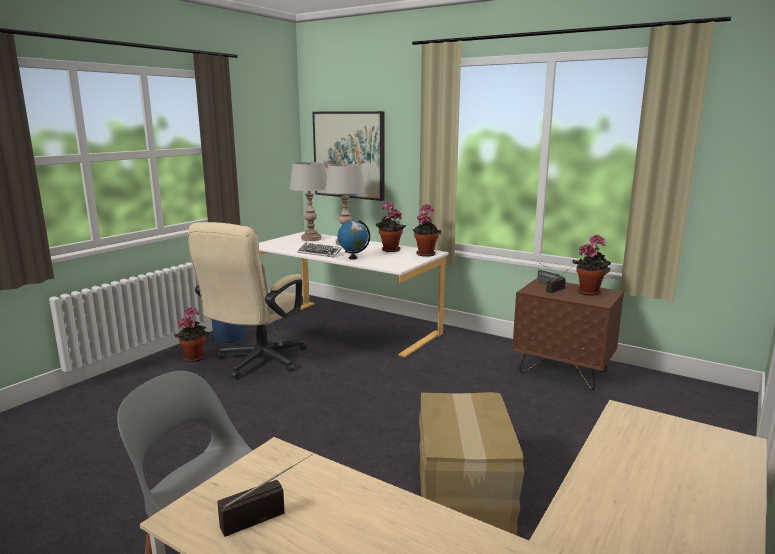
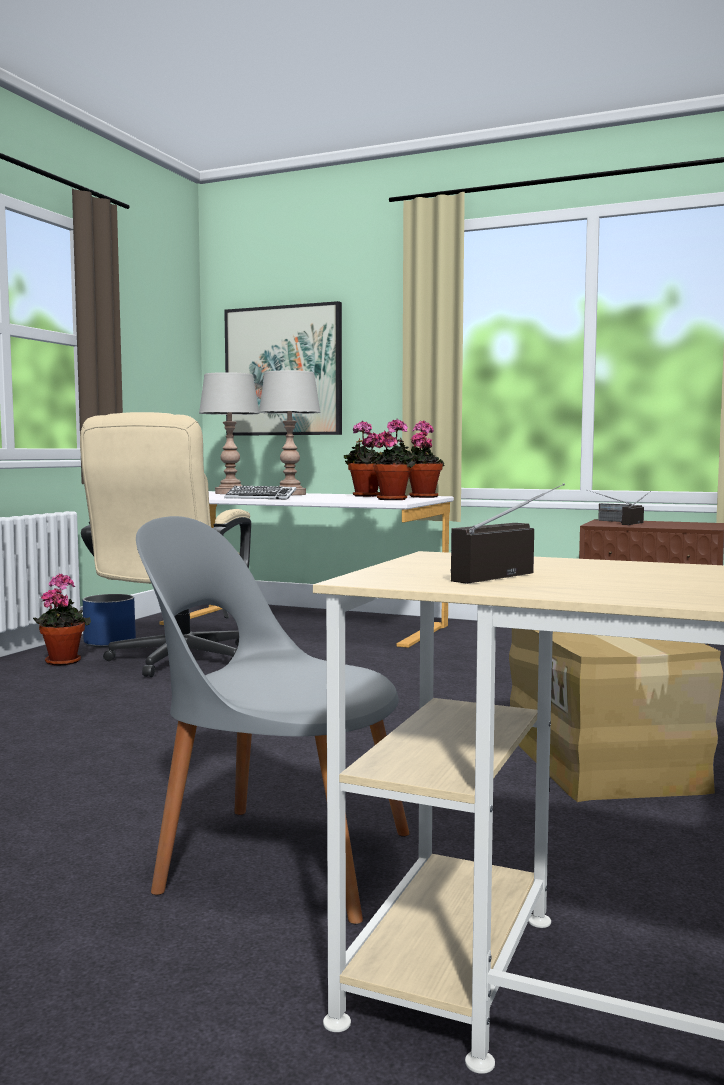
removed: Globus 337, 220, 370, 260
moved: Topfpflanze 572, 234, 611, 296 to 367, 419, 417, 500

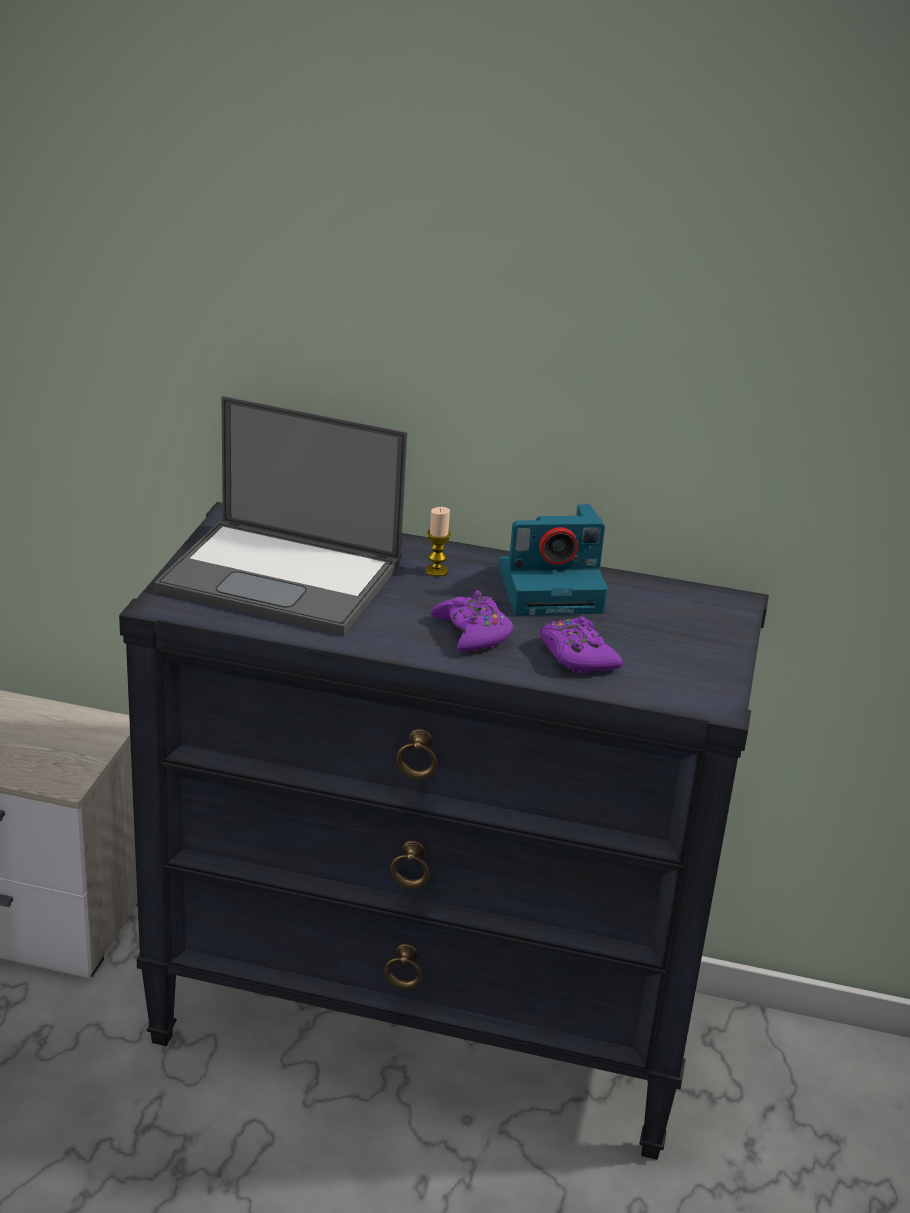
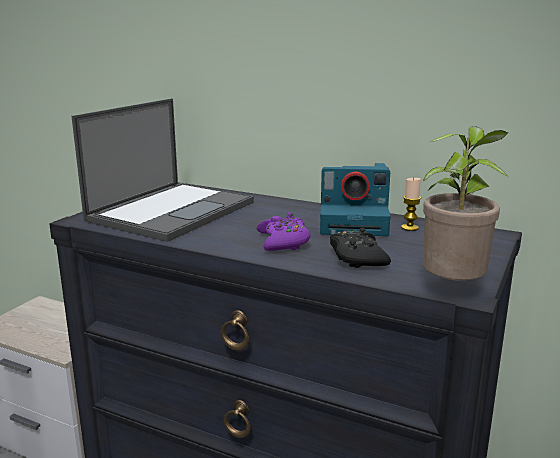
added: Topfpflanze 423, 126, 508, 281
moved: Kerze 425, 507, 451, 577 to 401, 177, 421, 231
recoloured: Gamepad (lila) 540, 616, 623, 673 to Gamepad (schwarz) 330, 228, 391, 268
turned: Laptop 154, 396, 408, 635 = 72, 98, 254, 242 90 degrees counterclockwise

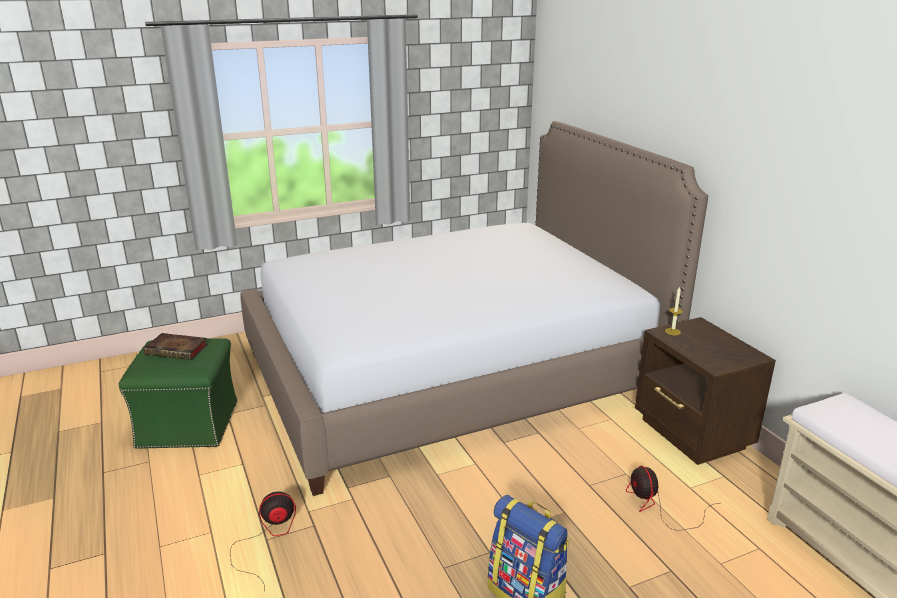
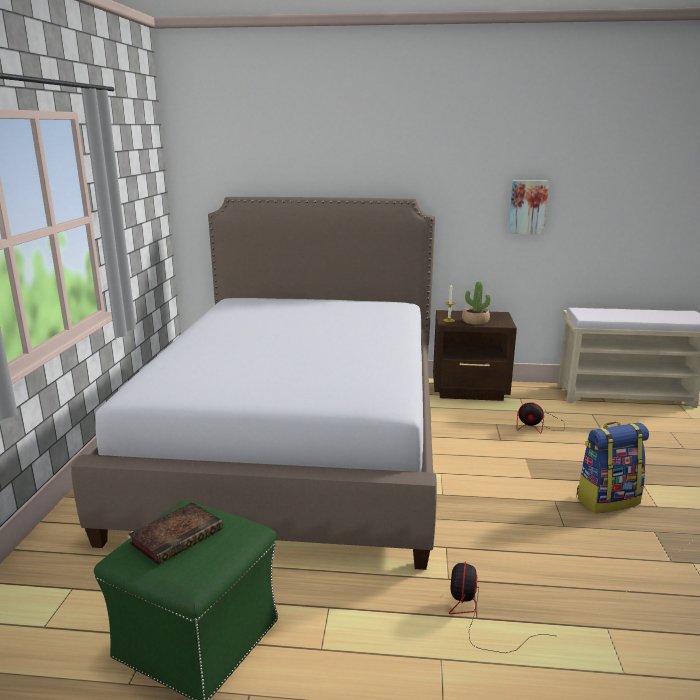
added: Topfpflanze 462, 281, 490, 325; Bild 508, 180, 549, 234

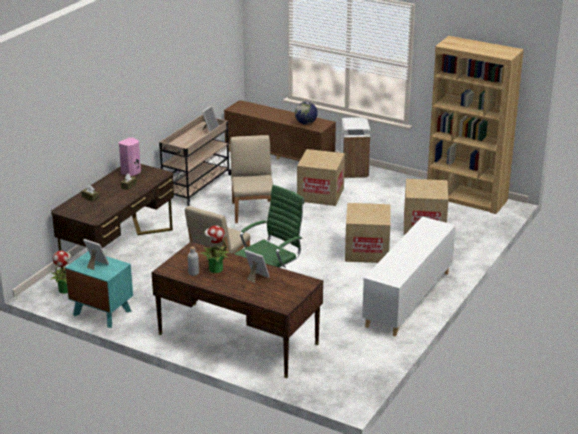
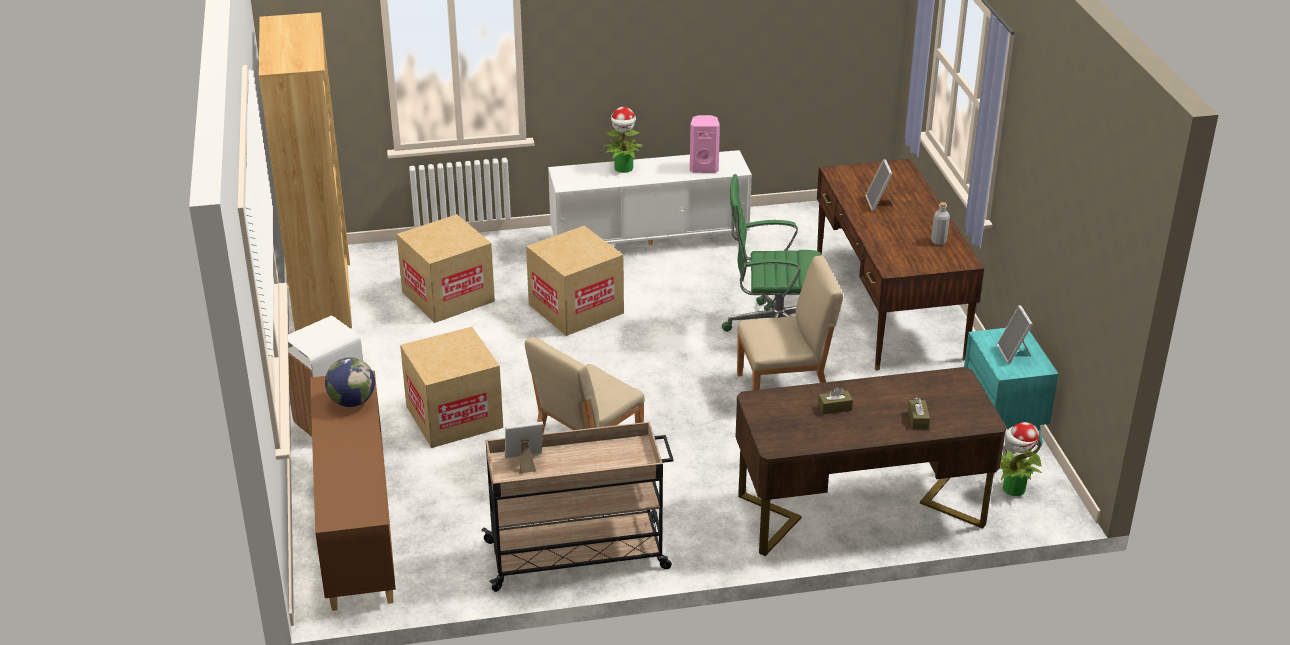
moved: Topfpflanze 200, 225, 230, 273 to 604, 107, 642, 173; Lautsprecher (rosa) 119, 137, 141, 176 to 690, 115, 720, 173

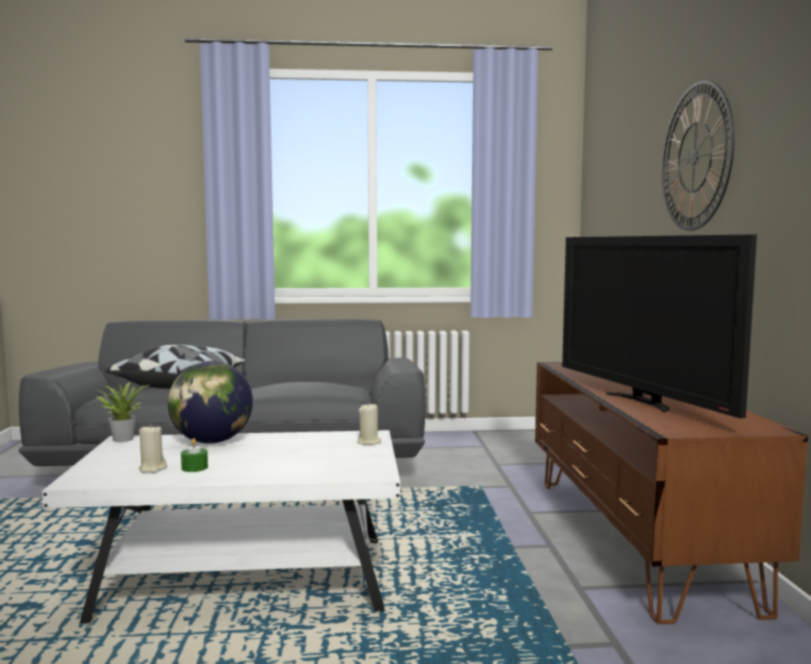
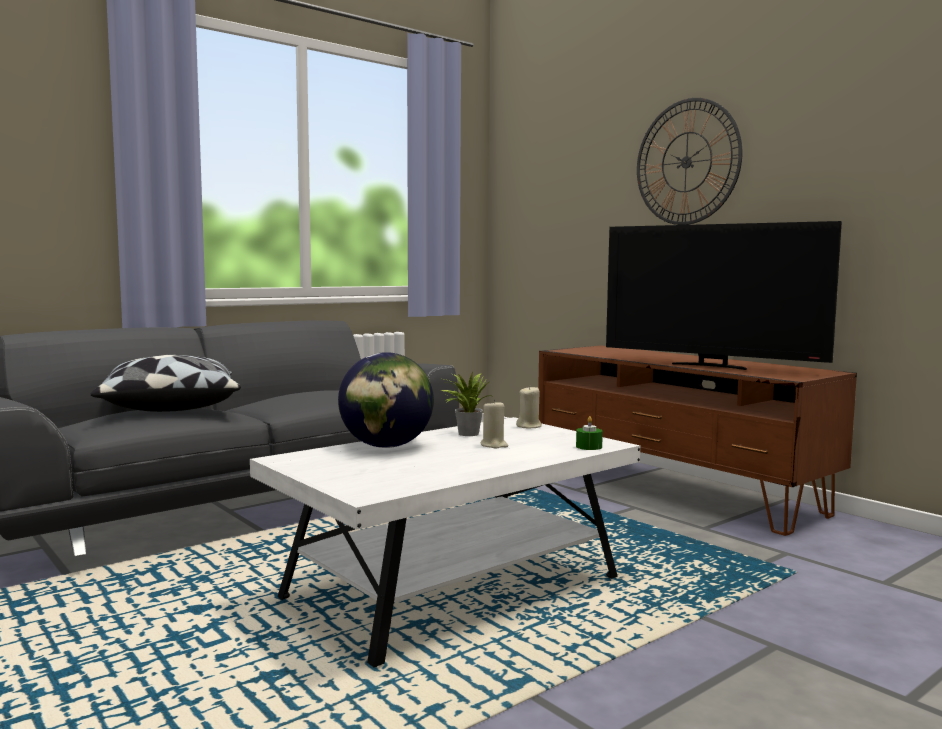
moved: Topfpflanze 97, 383, 149, 442 to 441, 372, 491, 436; Kerze (beige) 138, 424, 167, 473 to 481, 400, 508, 448; Kerze (grün) 181, 438, 208, 472 to 576, 416, 603, 450

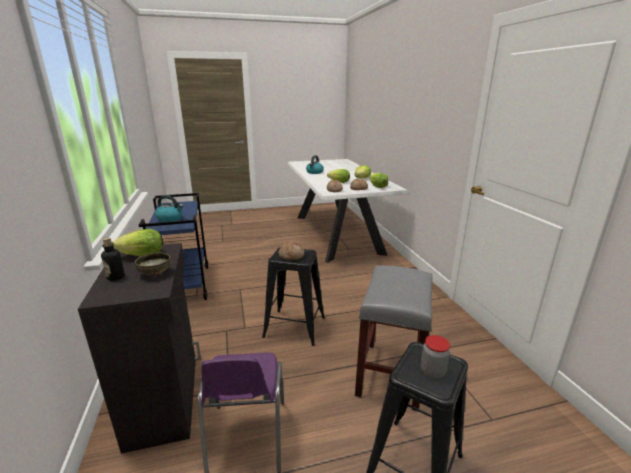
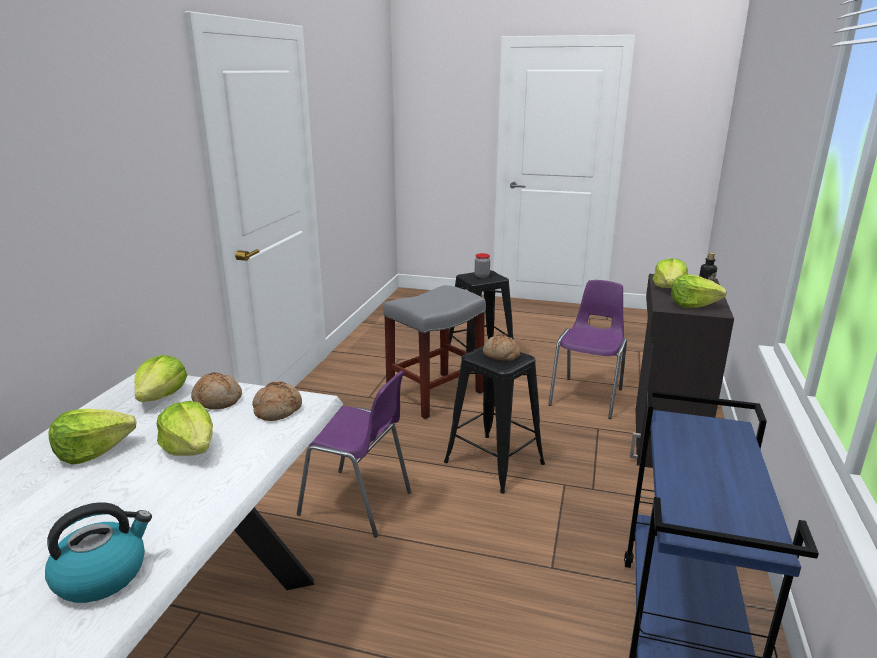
removed: Wasserkessel 155, 195, 183, 222
added: Stuhl (lila) 297, 371, 411, 538
replaced: Schüssel 135, 253, 171, 276 to Salatkopf 653, 258, 688, 288

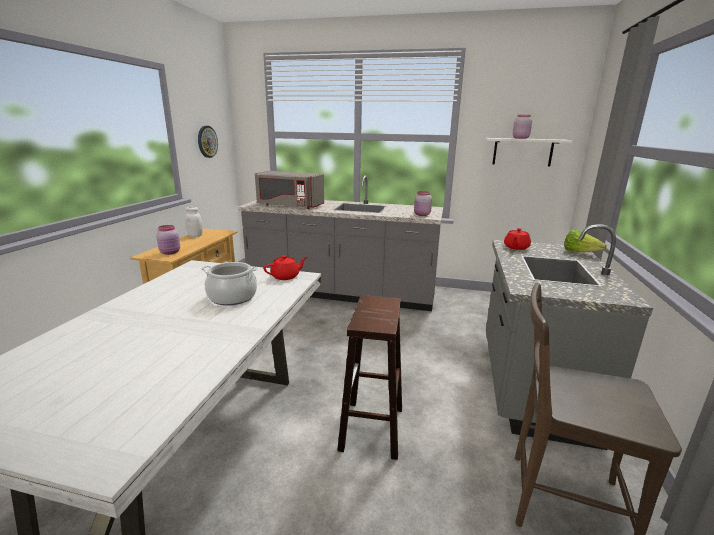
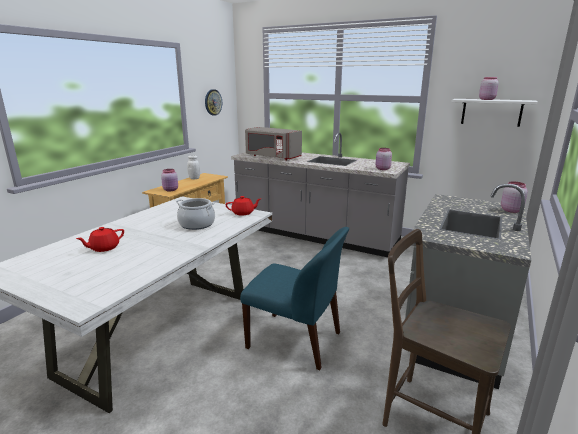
moved: Teekanne (rot) 504, 228, 531, 250 to 76, 227, 124, 252
replaced: Hocker (braun) 337, 295, 402, 460 to Stuhl (blau) 240, 227, 349, 370; Salatkopf 564, 230, 607, 252 to Vorratsglas (rosa) 501, 182, 528, 213

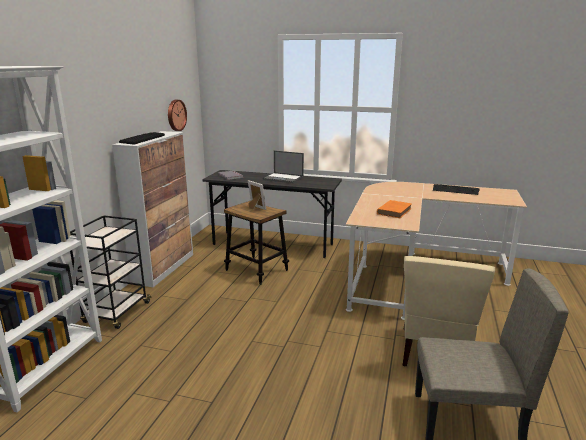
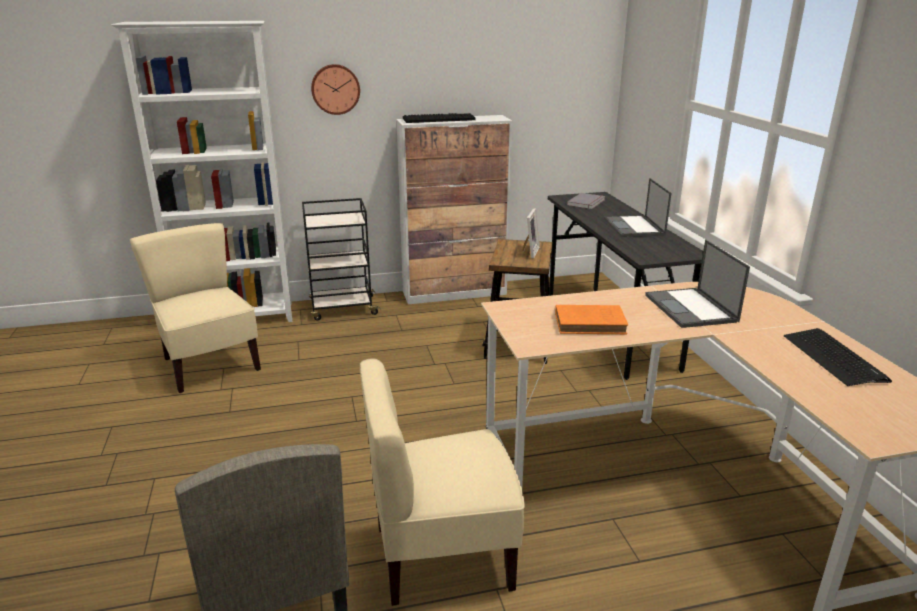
added: Stuhl (beige) 130, 223, 261, 393; Laptop 645, 240, 750, 328
moved: Wanduhr 168, 100, 187, 131 to 311, 64, 360, 115

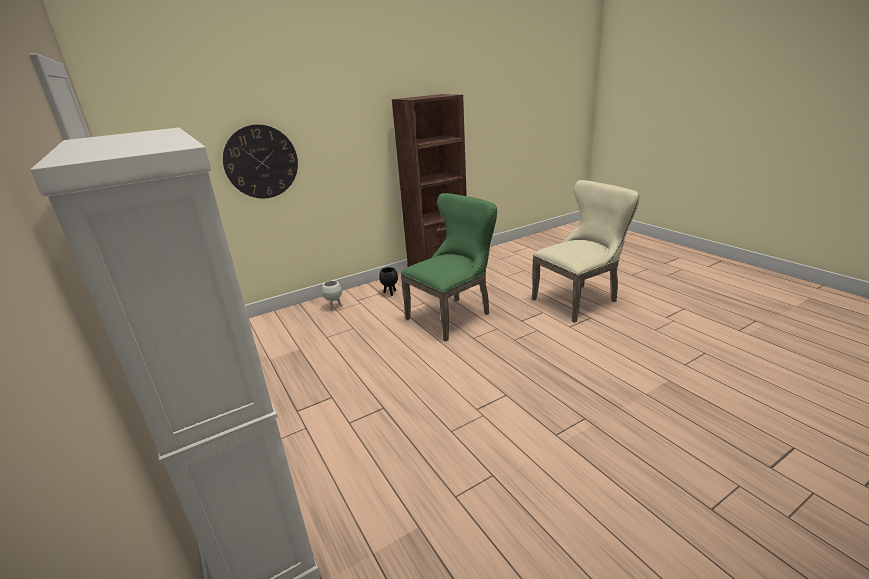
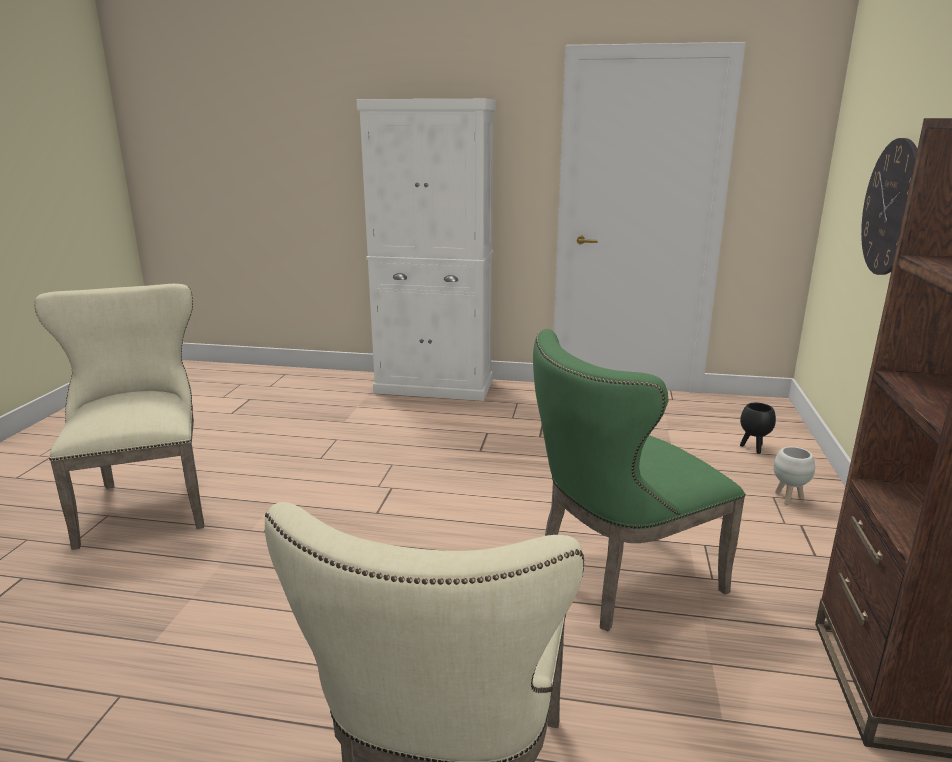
added: Stuhl (beige) 34, 284, 204, 550
moved: Pflanzkübel (schwarz) 379, 267, 398, 296 to 740, 403, 776, 454
turned: Stuhl (grün) 401, 193, 497, 341 = 533, 329, 746, 632 60 degrees clockwise

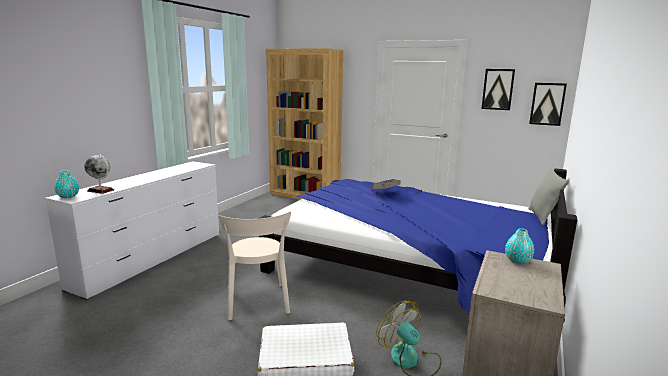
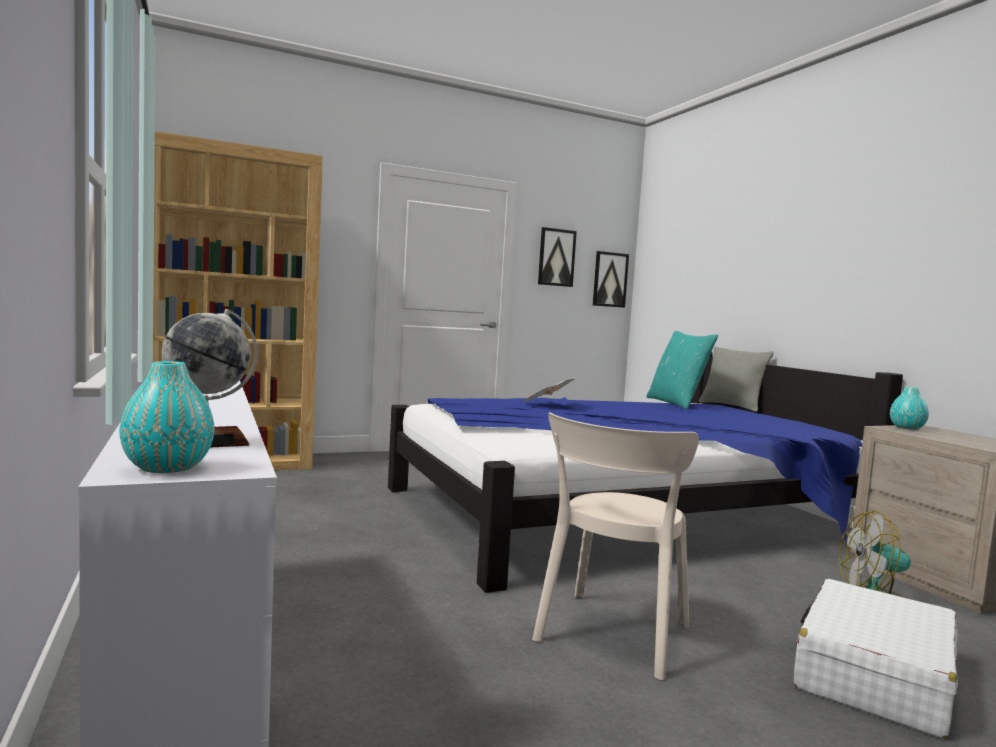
added: Kissen (türkis) 646, 331, 718, 409
turned: Stuhl (beige) 218, 211, 291, 320 = 532, 412, 699, 681 90 degrees clockwise

